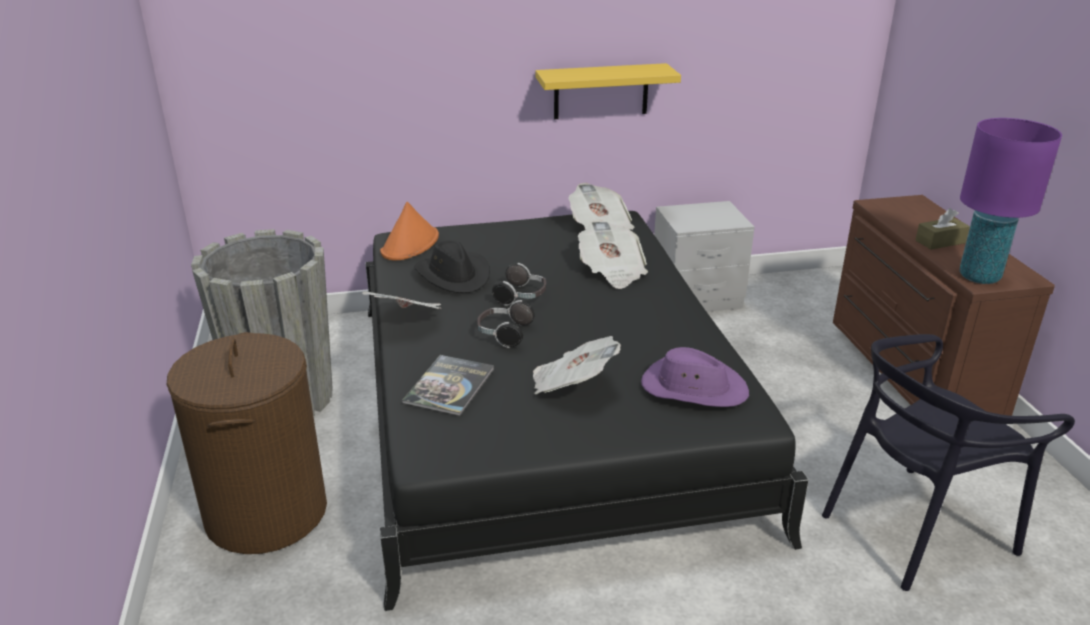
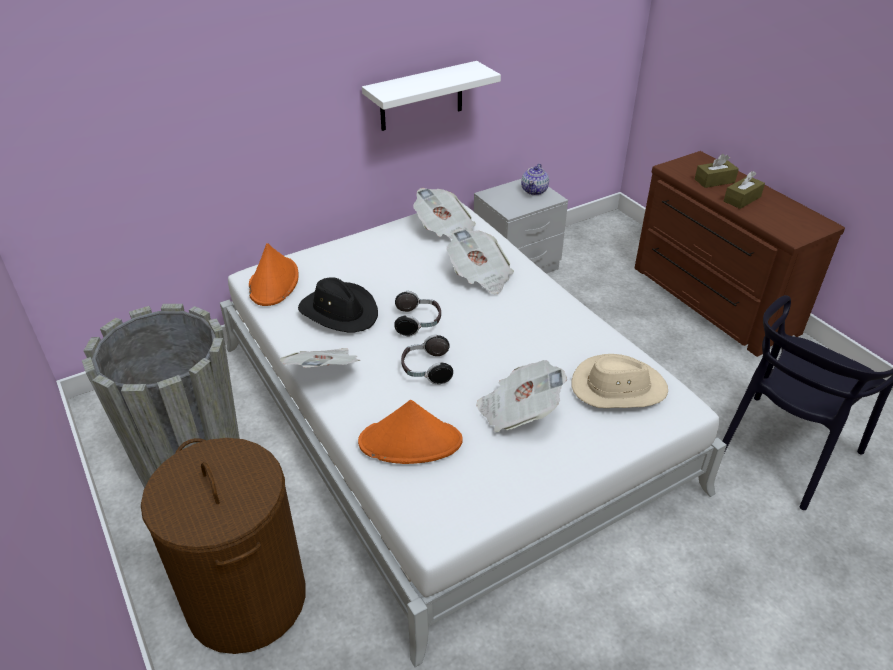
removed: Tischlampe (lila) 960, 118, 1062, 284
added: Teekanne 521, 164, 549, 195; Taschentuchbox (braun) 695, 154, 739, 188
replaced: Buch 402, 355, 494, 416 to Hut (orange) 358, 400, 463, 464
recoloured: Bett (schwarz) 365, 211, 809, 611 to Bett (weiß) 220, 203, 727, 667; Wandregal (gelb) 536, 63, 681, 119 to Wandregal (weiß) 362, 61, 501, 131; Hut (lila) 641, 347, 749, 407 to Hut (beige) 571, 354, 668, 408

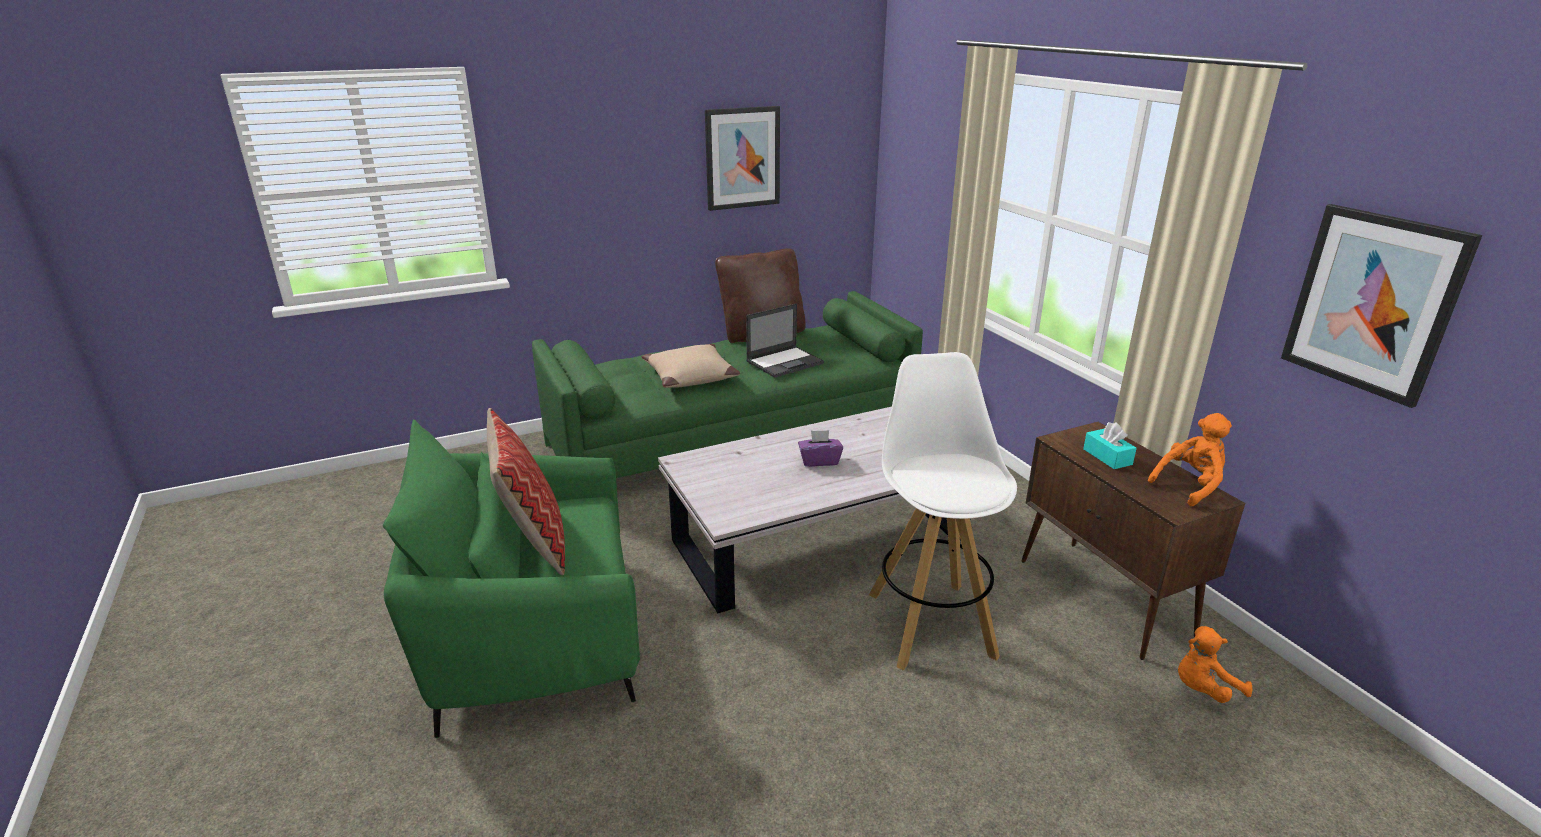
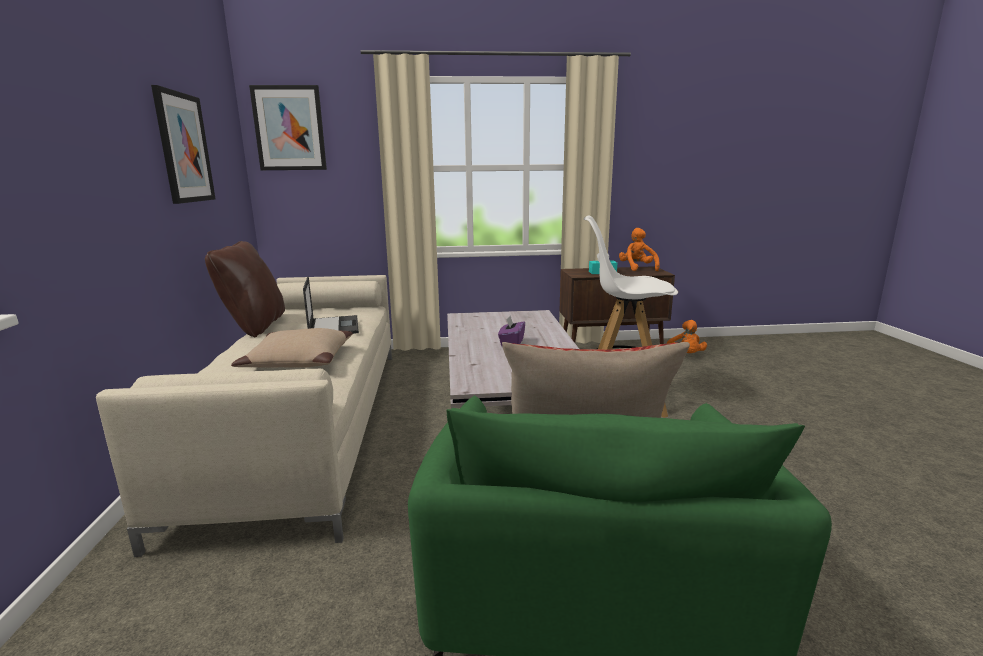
moved: Bild 1281, 204, 1482, 408 to 249, 85, 327, 170
recoloured: Sofa (grün) 532, 291, 923, 478 to Sofa (beige) 96, 275, 392, 557

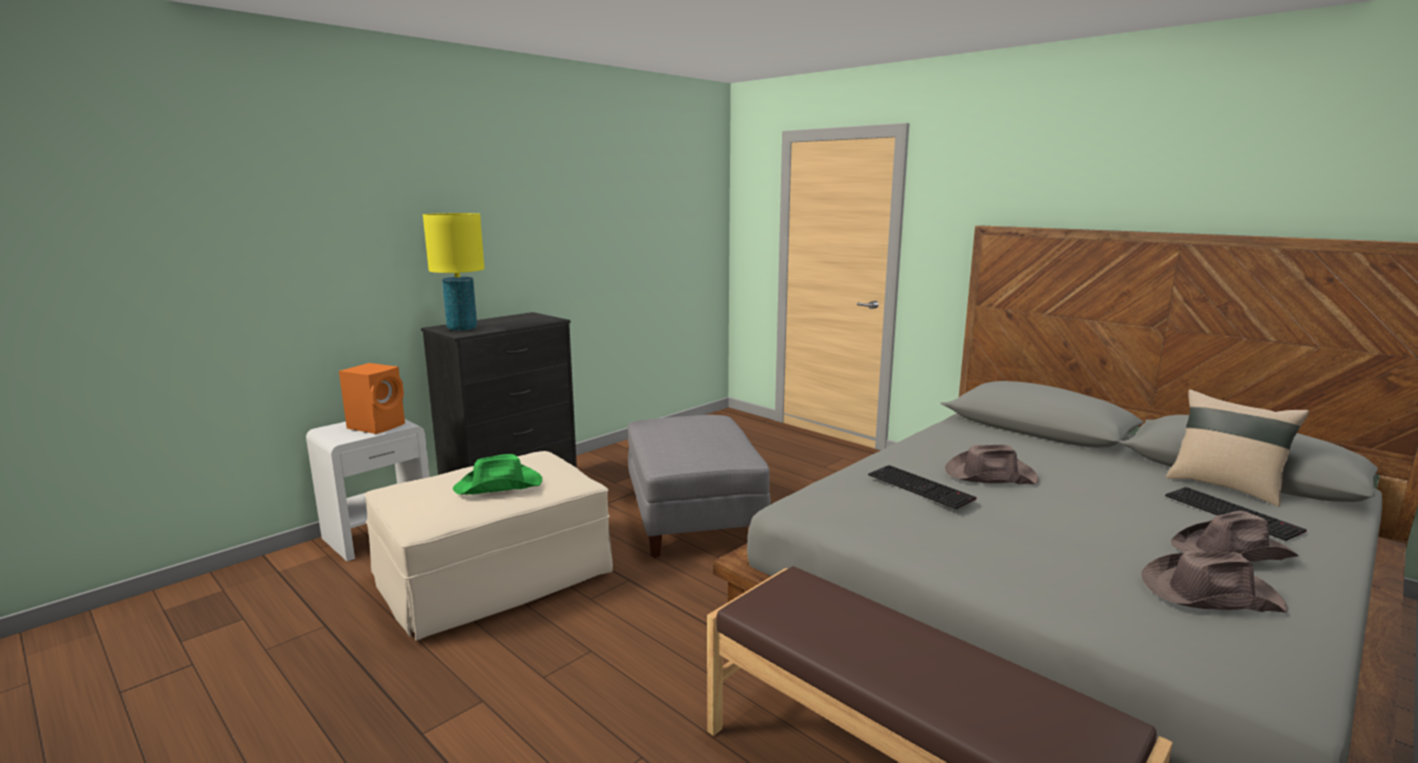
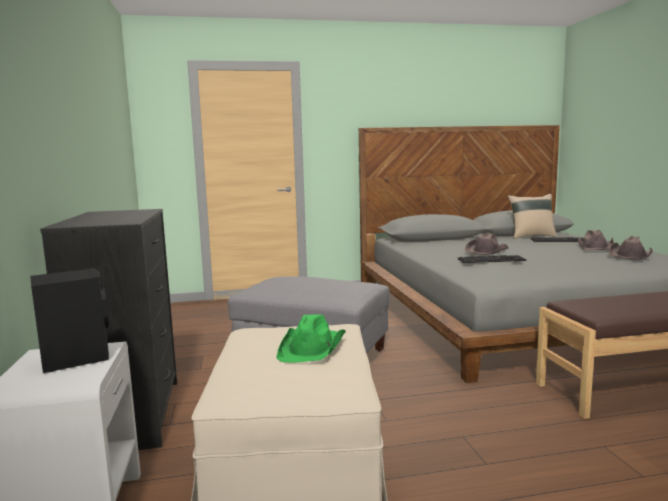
removed: Tischlampe (gelb) 423, 213, 484, 331
recoloured: Lautsprecher (orange) 339, 363, 405, 434 to Lautsprecher (schwarz) 30, 268, 109, 373

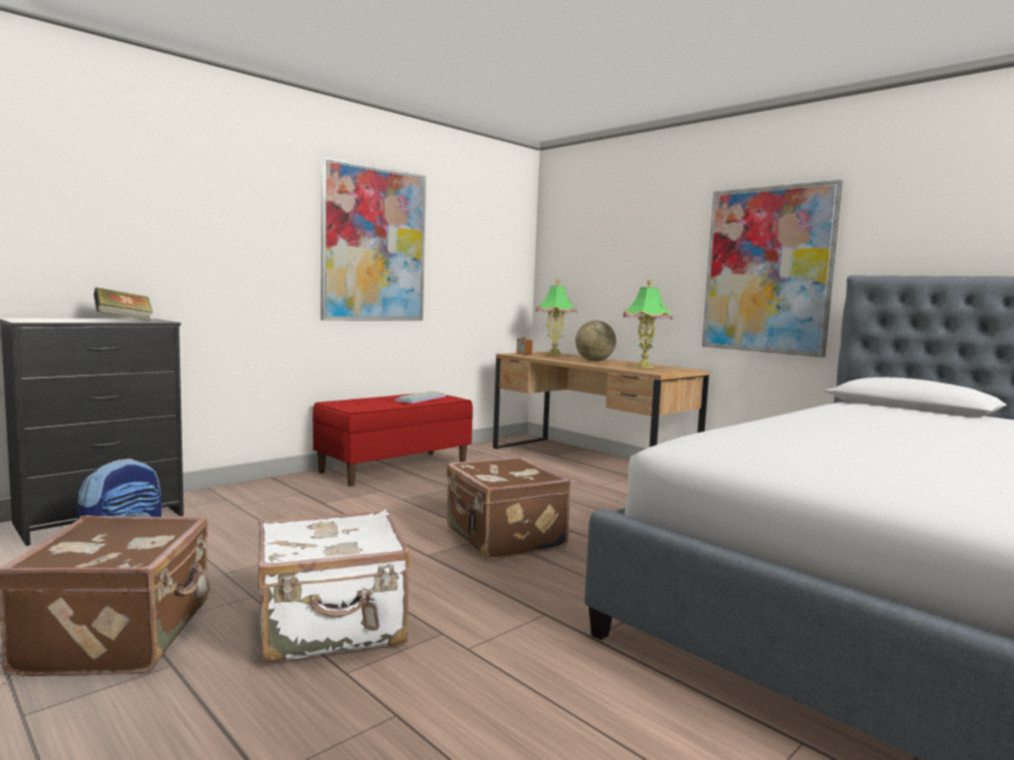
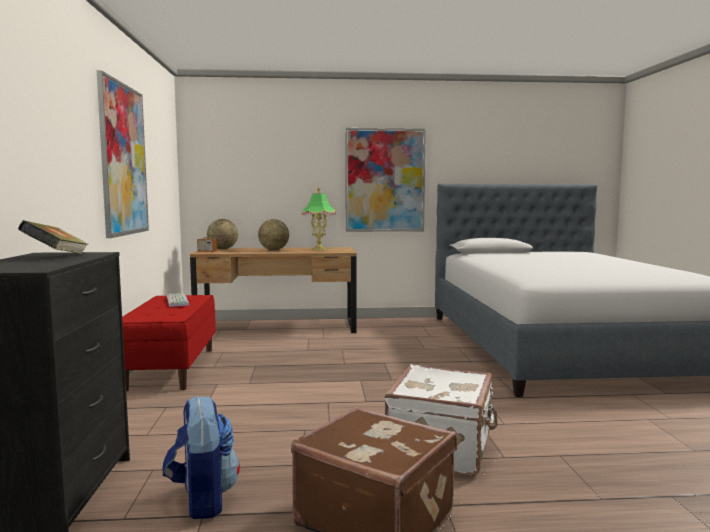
removed: Koffer (braun) 446, 457, 571, 560
replaced: Tischlampe 536, 280, 577, 355 to Globus 207, 219, 238, 249

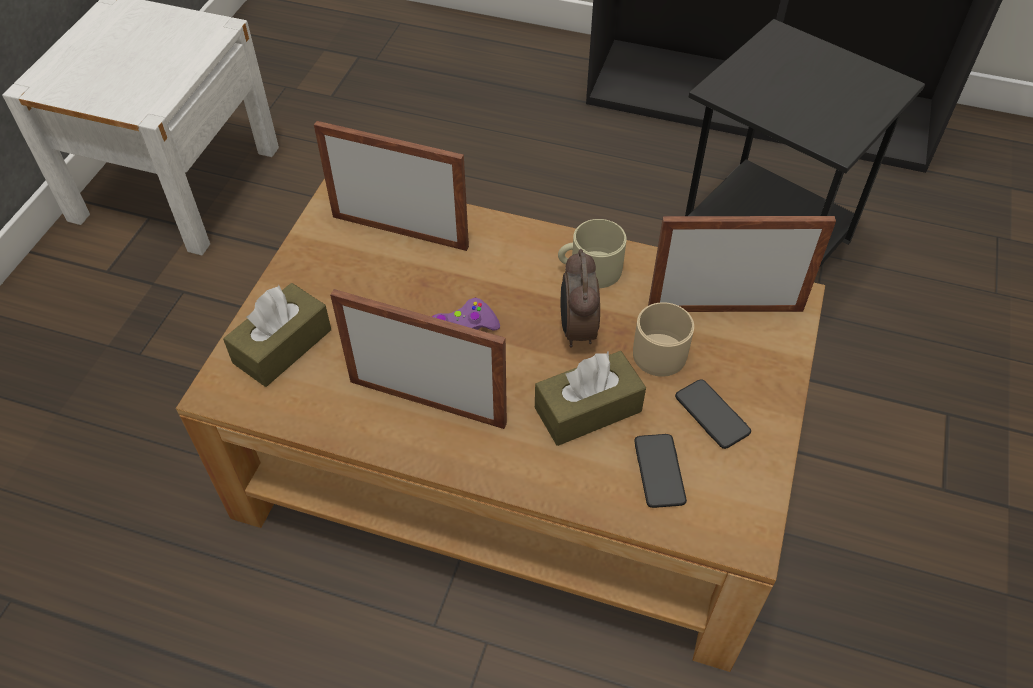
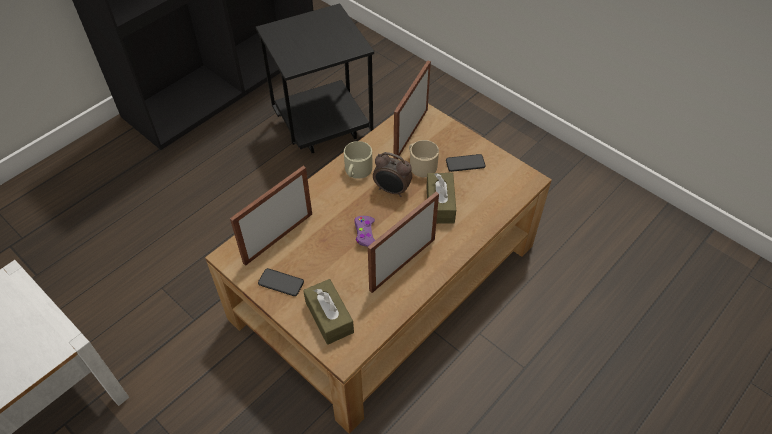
moved: Handy 634, 434, 687, 508 to 258, 268, 304, 296

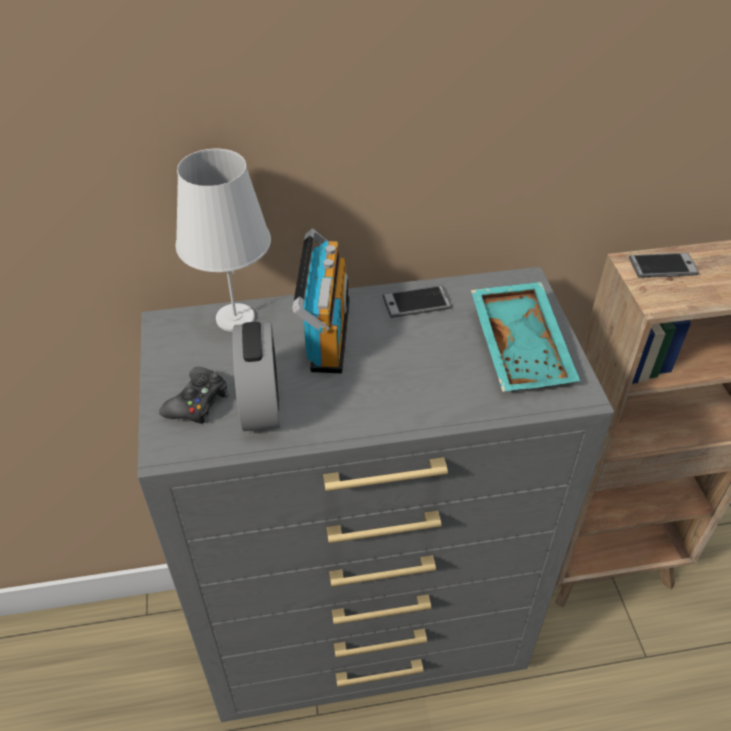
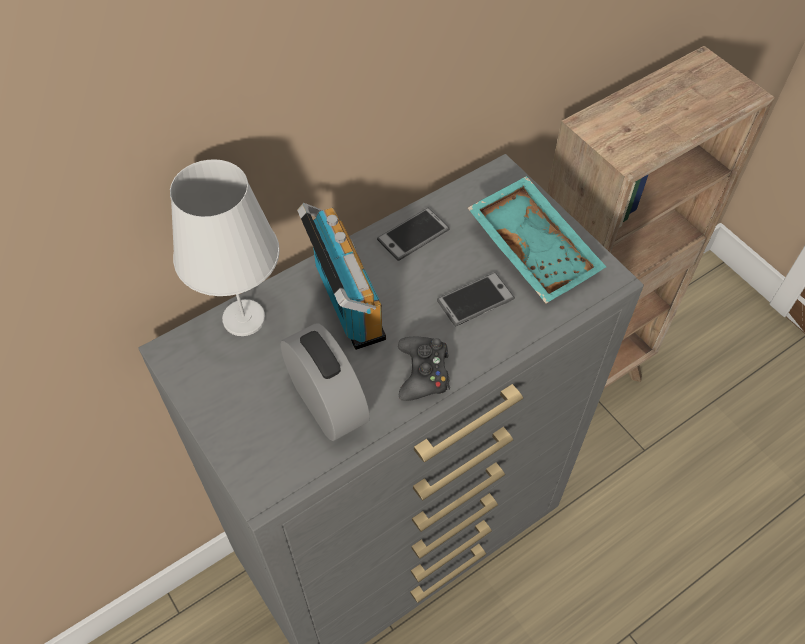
moved: Gamepad (schwarz) 159, 367, 229, 424 to 398, 337, 450, 401; Handy 629, 253, 699, 278 to 437, 272, 515, 326

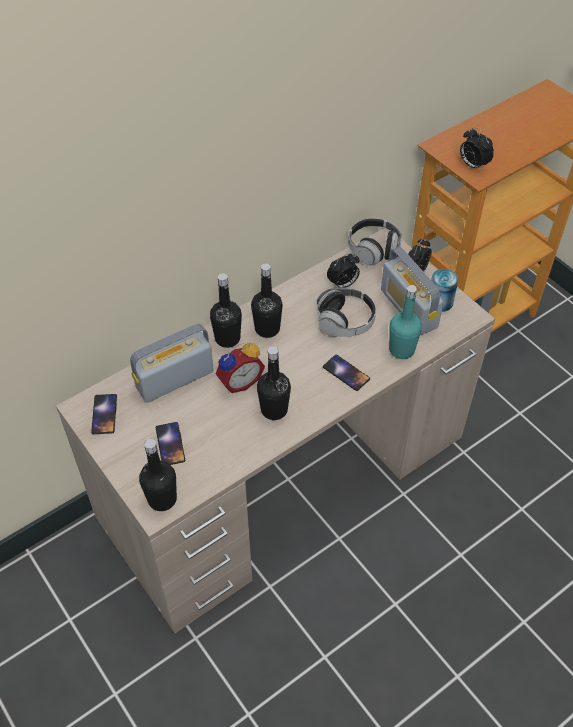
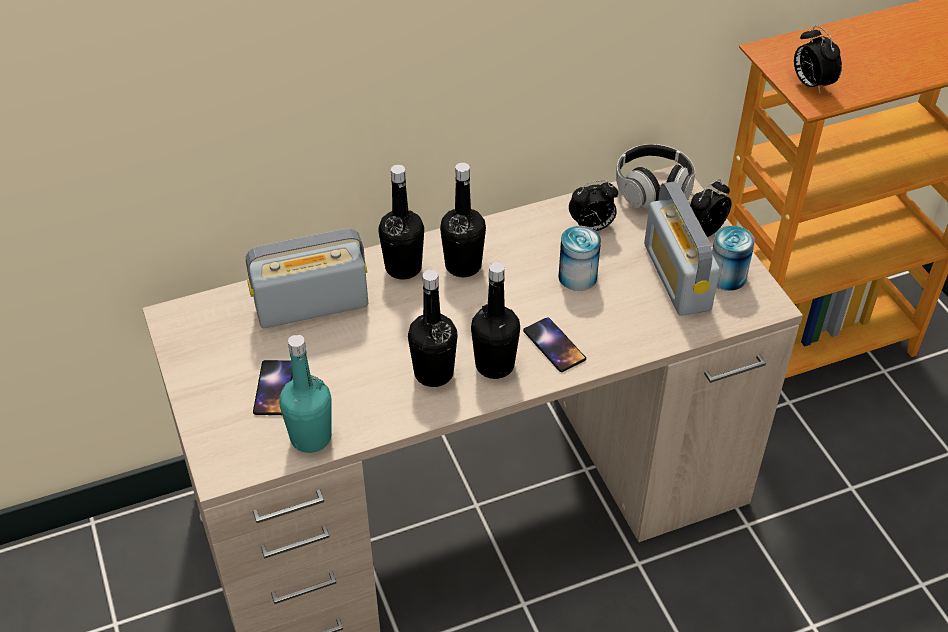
removed: Handy 91, 394, 117, 434; Wecker 216, 342, 265, 393
moved: Flasche (türkis) 389, 285, 422, 359 to 279, 335, 332, 453; Flasche (schwarz) 139, 439, 177, 511 to 471, 262, 520, 379
replaced: Kopfhörer 317, 288, 376, 337 to Dose 558, 226, 601, 291

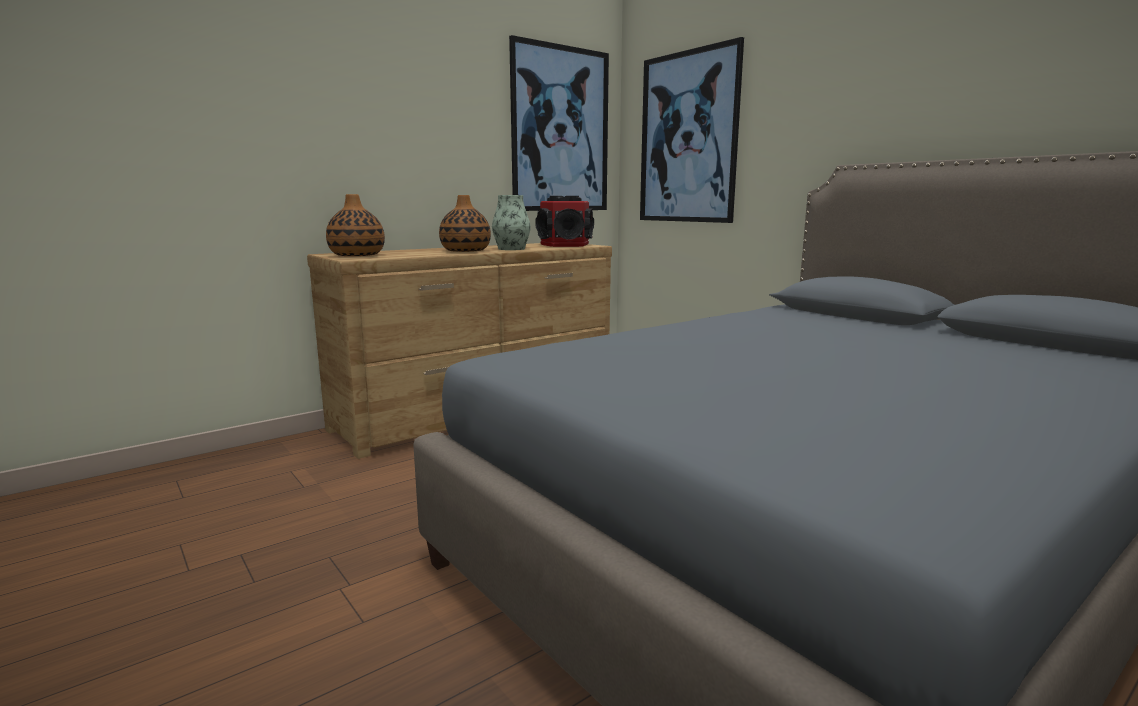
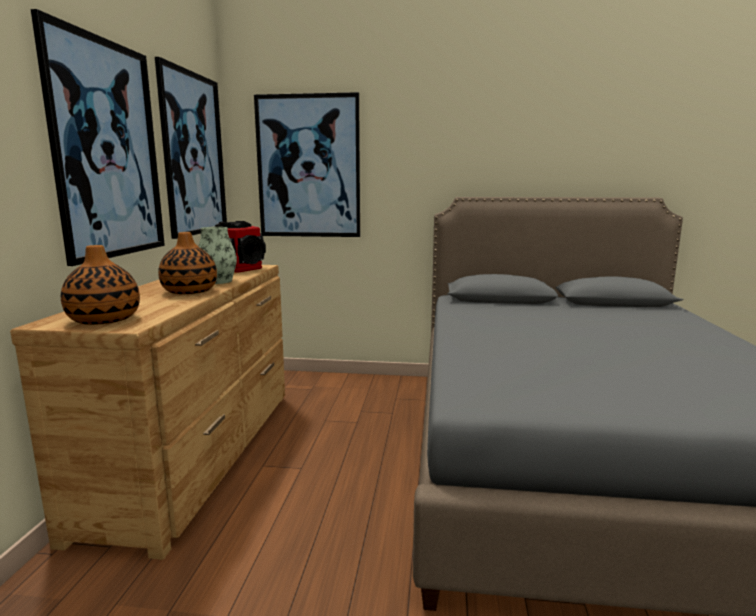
added: Bild 31, 9, 165, 266

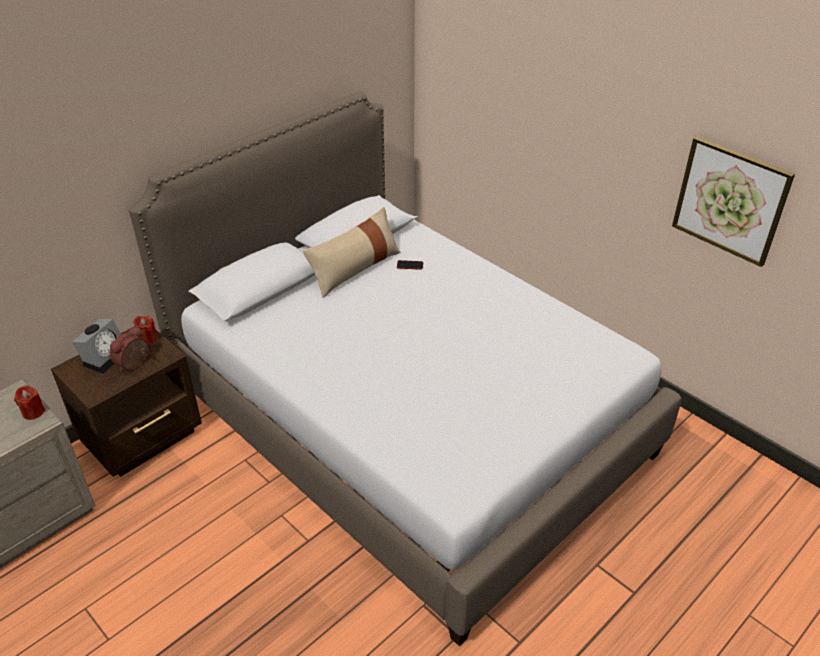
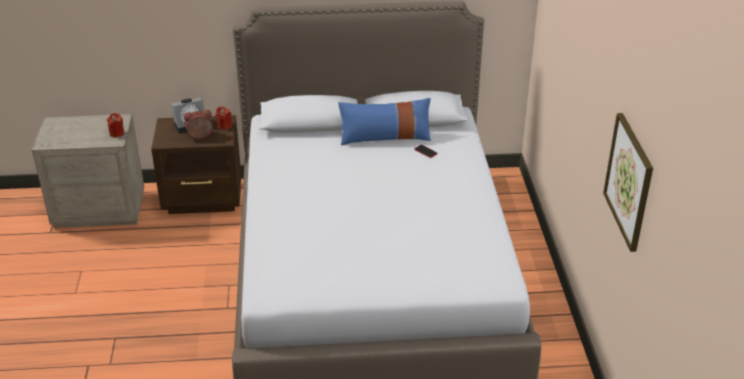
recoloured: Kissen (beige) 302, 207, 401, 298 to Kissen (blau) 338, 98, 431, 145

